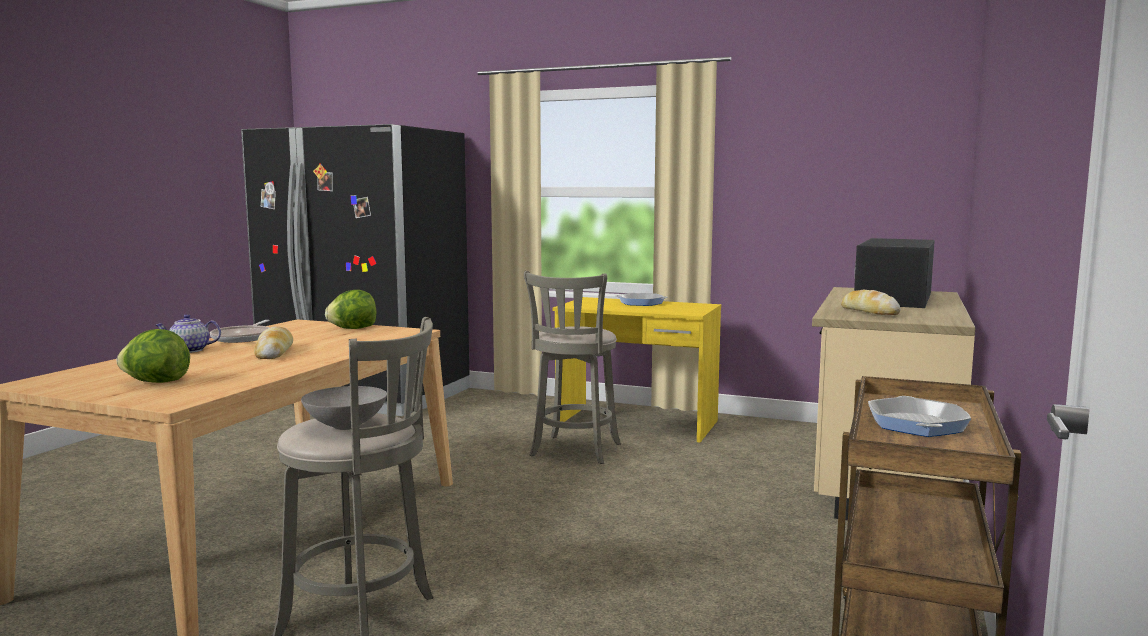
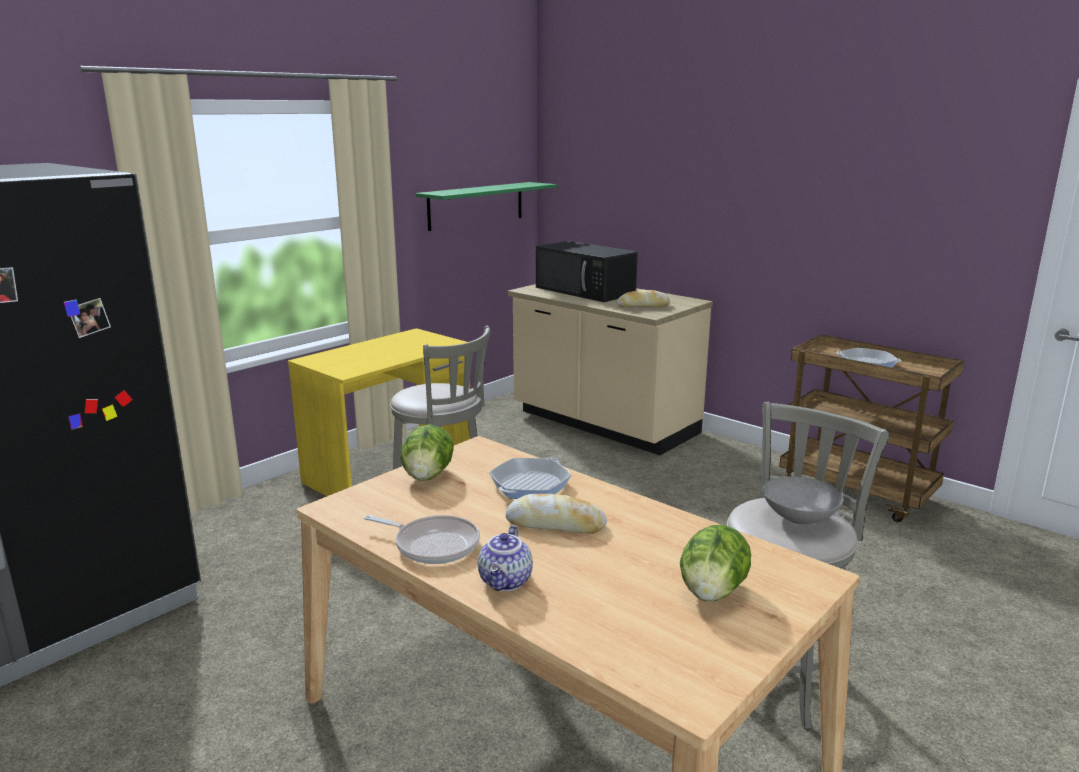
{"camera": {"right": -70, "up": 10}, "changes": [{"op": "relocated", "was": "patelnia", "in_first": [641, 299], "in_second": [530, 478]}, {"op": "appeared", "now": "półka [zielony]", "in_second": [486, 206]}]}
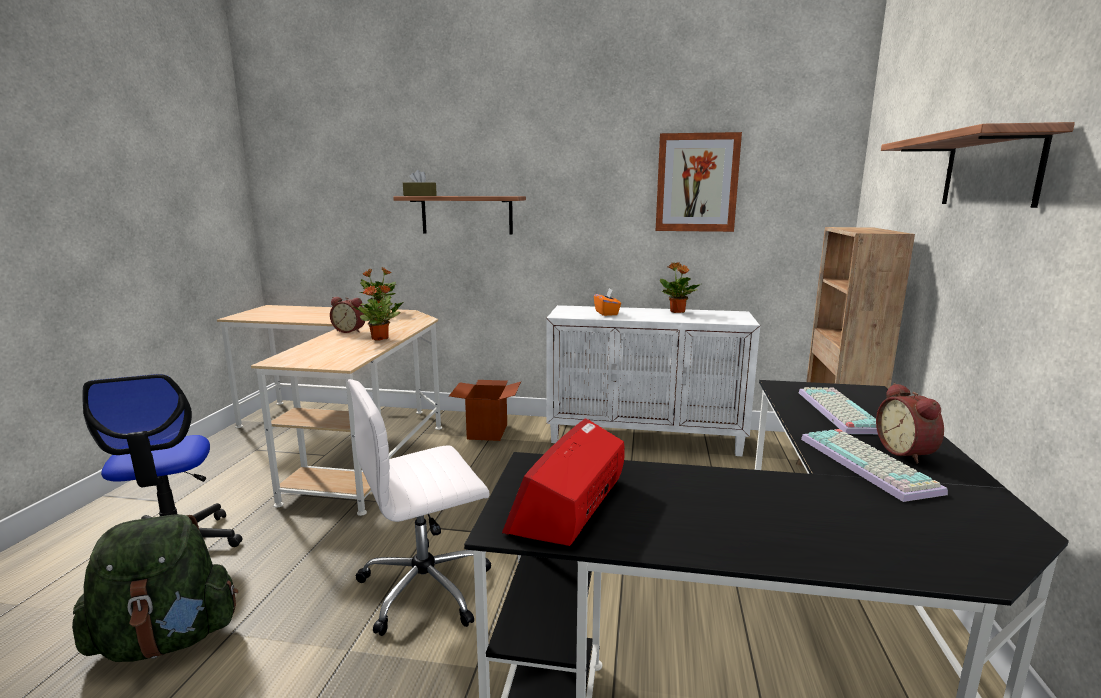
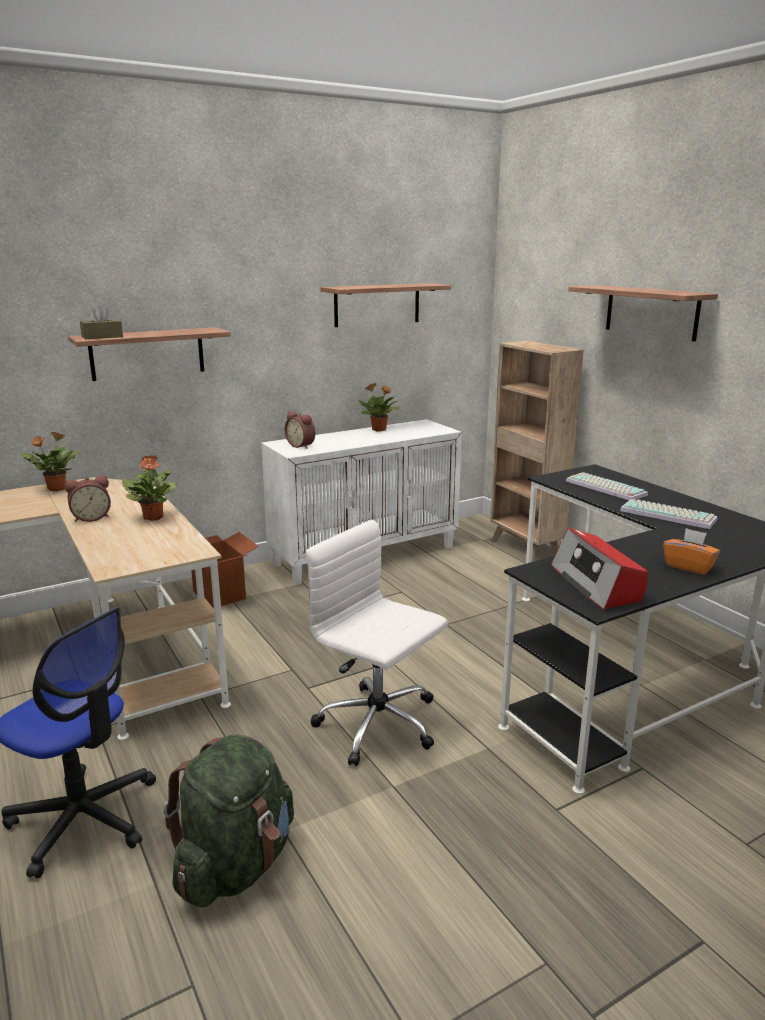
{"camera": {"right": -40, "up": 5}, "changes": [{"op": "exchanged", "was": "obraz", "now": "półka", "in_first": [698, 182], "in_second": [386, 305]}, {"op": "relocated", "was": "pudełko chusteczek [pomarańczowy]", "in_first": [607, 302], "in_second": [691, 551]}, {"op": "spun", "was": "krzesło biurowe [biały]", "in_first": [419, 507], "in_second": [377, 643], "clockwise": 105}, {"op": "relocated", "was": "budzik", "in_first": [910, 423], "in_second": [300, 430]}]}
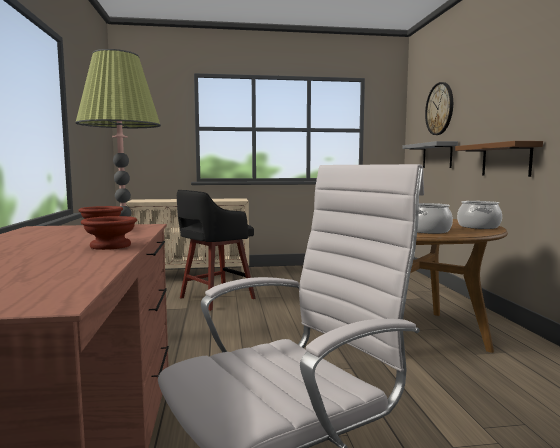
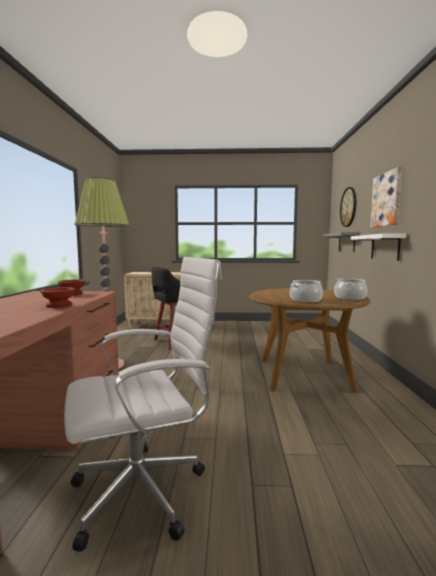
{"camera": {"right": 10, "up": 0}, "changes": [{"op": "colour", "was": "półka [brązowy]", "now": "półka [biały]", "in_first": [499, 159], "in_second": [378, 247]}, {"op": "appeared", "now": "obraz", "in_second": [386, 197]}]}
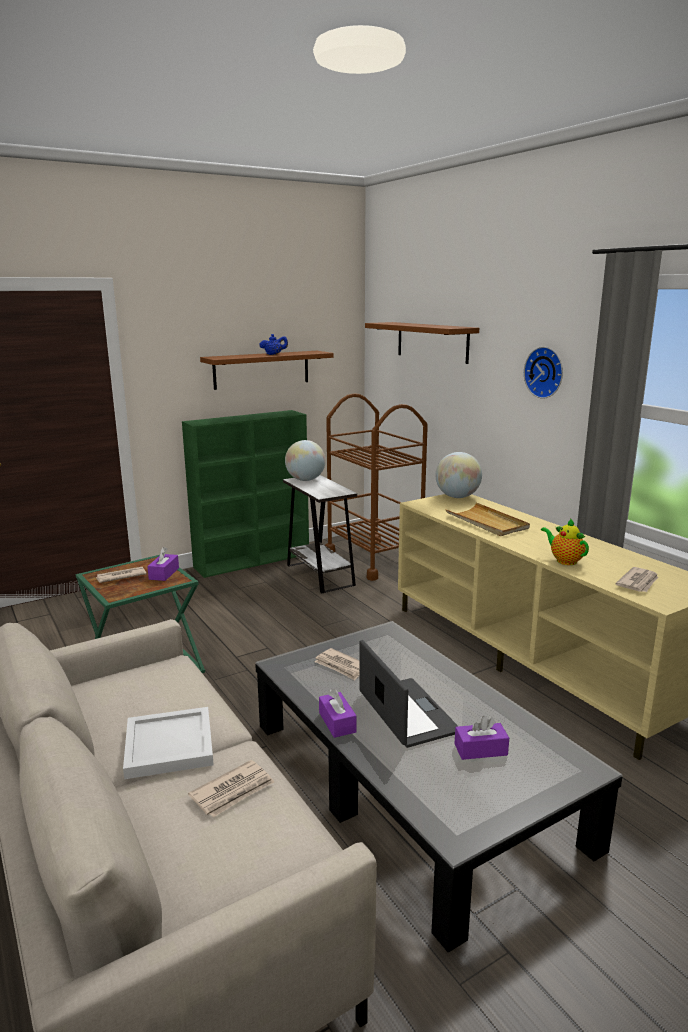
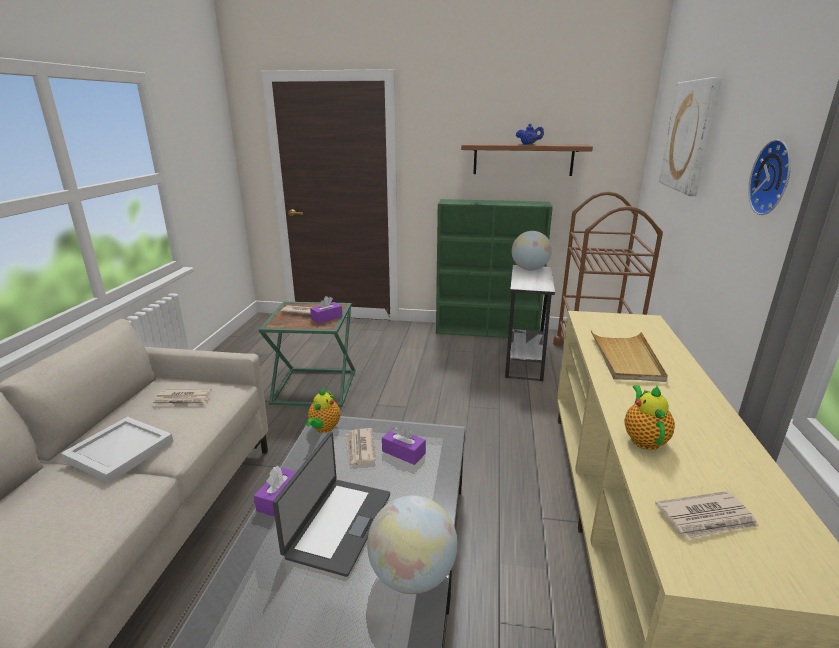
{"camera": {"right": 40, "up": 5}, "changes": [{"op": "exchanged", "was": "półka [brązowy]", "now": "obraz", "in_first": [422, 343], "in_second": [690, 136]}, {"op": "relocated", "was": "globus", "in_first": [459, 475], "in_second": [412, 544]}, {"op": "relocated", "was": "pudełko chusteczek [fioletowy]", "in_first": [481, 738], "in_second": [404, 445]}, {"op": "relocated", "was": "gazeta", "in_first": [231, 788], "in_second": [181, 397]}, {"op": "appeared", "now": "imbryk", "in_second": [322, 411]}]}
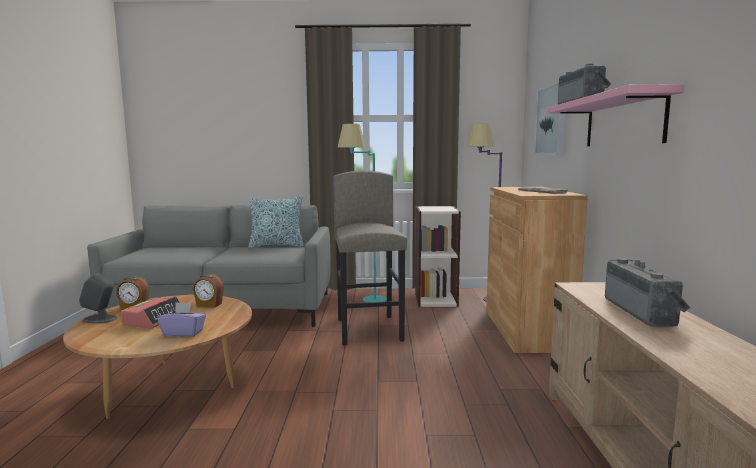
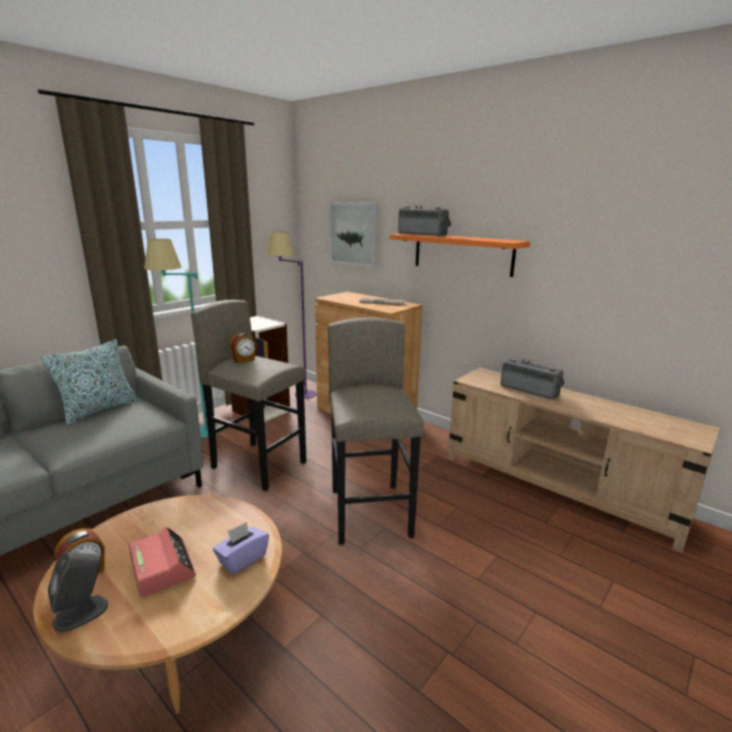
{"camera": {"right": -50, "up": 10}, "changes": [{"op": "colour", "was": "półka [różowy]", "now": "półka [pomarańczowy]", "in_first": [616, 115], "in_second": [460, 255]}, {"op": "relocated", "was": "budzik", "in_first": [208, 291], "in_second": [243, 348]}, {"op": "appeared", "now": "stołek [szary]", "in_second": [376, 430]}]}
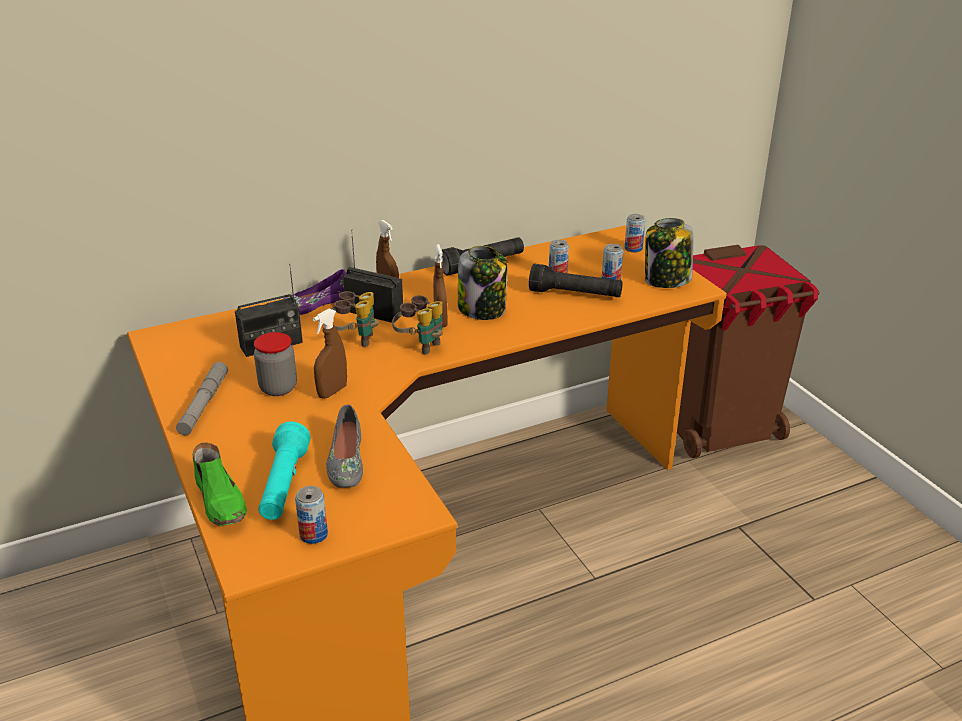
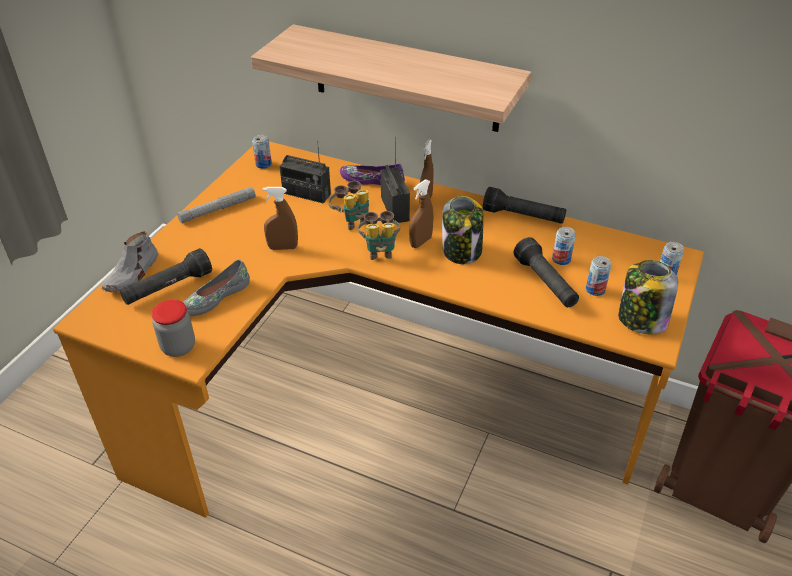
{"camera": {"right": 50, "up": 10}, "changes": [{"op": "relocated", "was": "słoik", "in_first": [275, 364], "in_second": [173, 328]}, {"op": "colour", "was": "latarka [turkusowy]", "now": "latarka [czarny]", "in_first": [284, 471], "in_second": [166, 276]}, {"op": "colour", "was": "but [zielony]", "now": "but [szary]", "in_first": [219, 484], "in_second": [130, 261]}, {"op": "relocated", "was": "puszka", "in_first": [311, 515], "in_second": [262, 152]}, {"op": "appeared", "now": "półka", "in_second": [391, 78]}]}
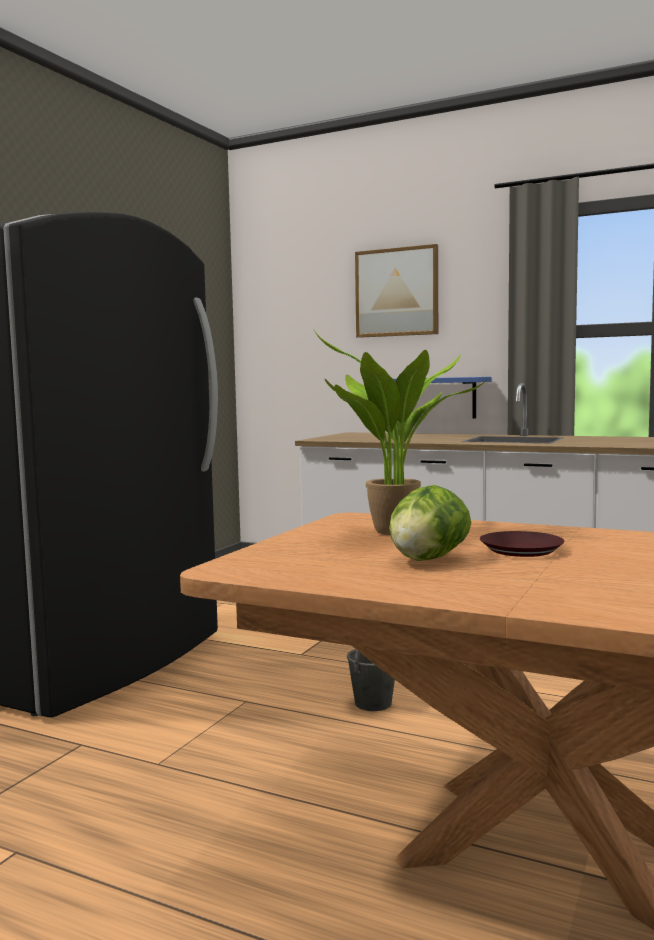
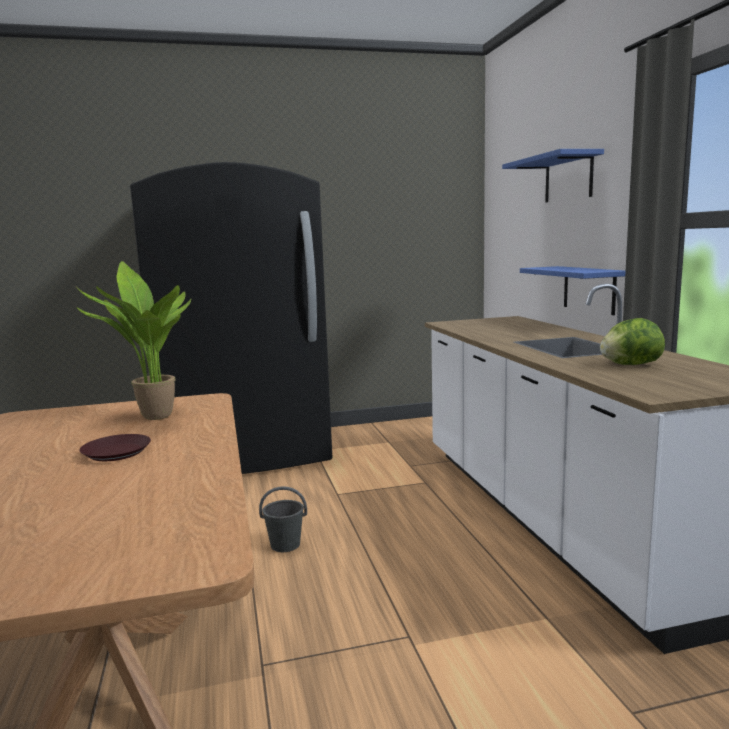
{"camera": {"right": 50, "up": 5}, "changes": [{"op": "exchanged", "was": "obraz", "now": "półka [niebieski]", "in_first": [396, 291], "in_second": [553, 175]}, {"op": "relocated", "was": "sałata", "in_first": [430, 523], "in_second": [632, 341]}]}
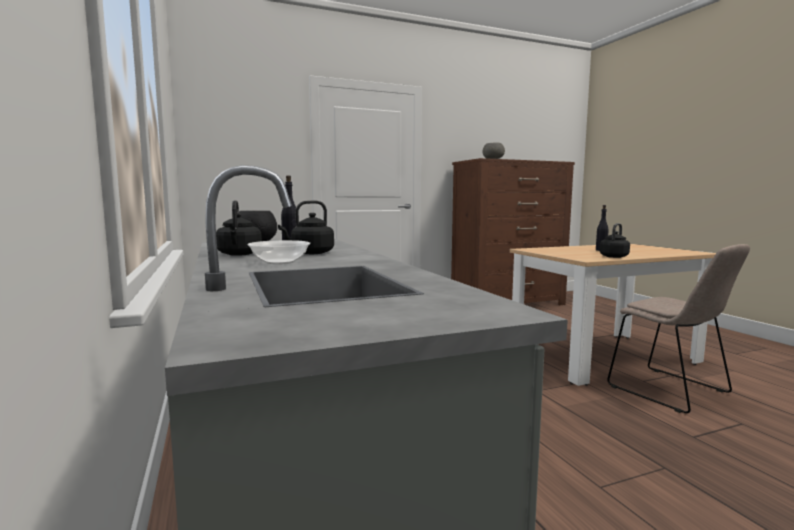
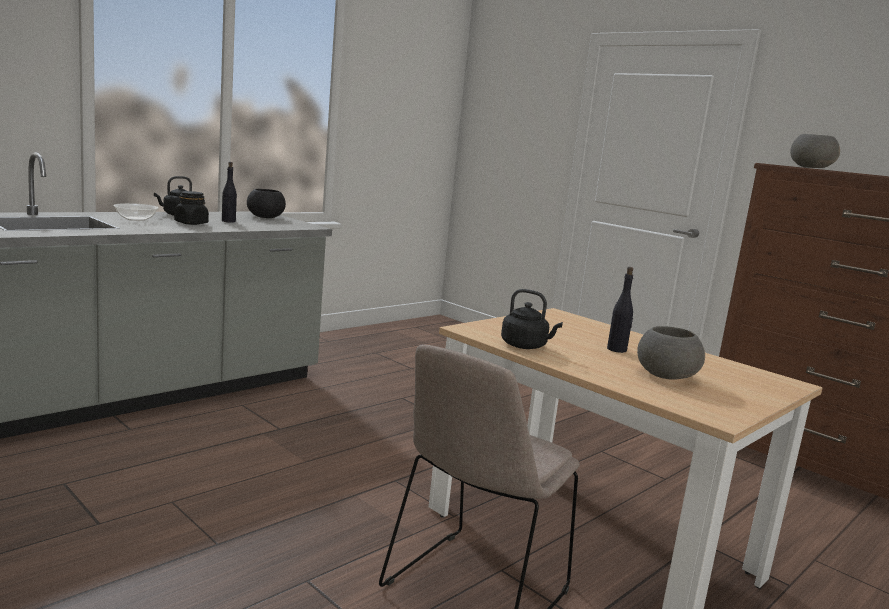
{"camera": {"right": 65, "up": 5}, "changes": [{"op": "exchanged", "was": "czajnik [czarny]", "now": "słoik [czarny]", "in_first": [306, 227], "in_second": [191, 208]}, {"op": "appeared", "now": "miska [szary]", "in_second": [671, 353]}]}
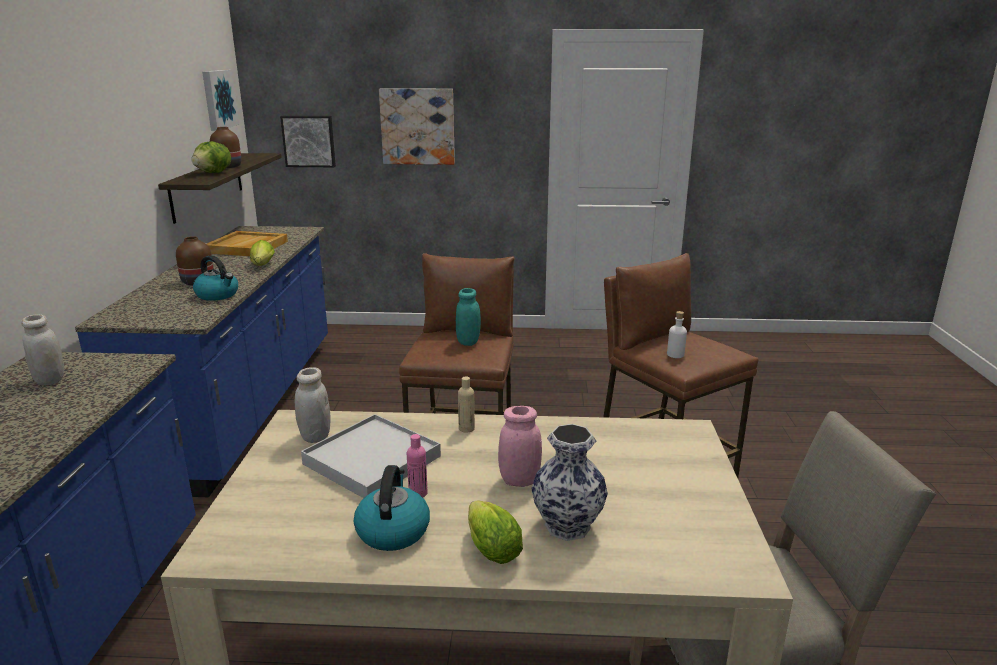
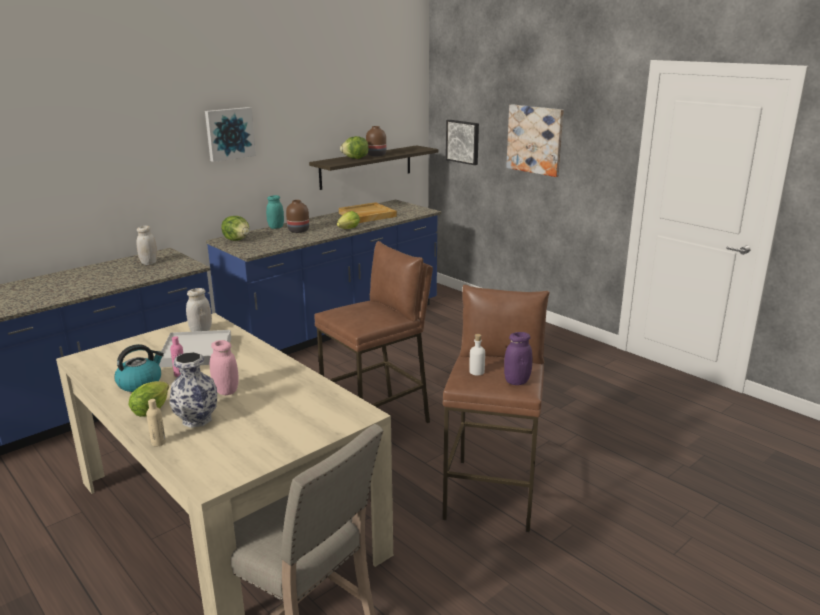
{"camera": {"right": 45, "up": 0}, "changes": [{"op": "relocated", "was": "obraz", "in_first": [220, 100], "in_second": [230, 134]}, {"op": "missing", "was": "czajnik", "in_first": [215, 278]}, {"op": "relocated", "was": "słoik [turkusowy]", "in_first": [468, 317], "in_second": [275, 212]}, {"op": "relocated", "was": "butelka [beżowy]", "in_first": [466, 405], "in_second": [156, 423]}, {"op": "appeared", "now": "sałata", "in_second": [235, 228]}, {"op": "appeared", "now": "słoik [fioletowy]", "in_second": [518, 358]}]}
